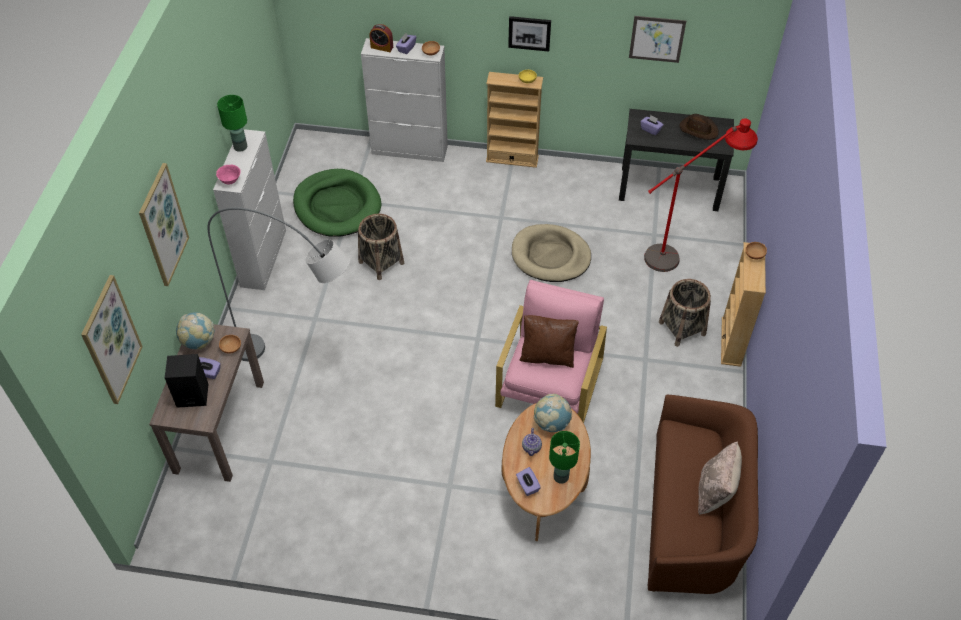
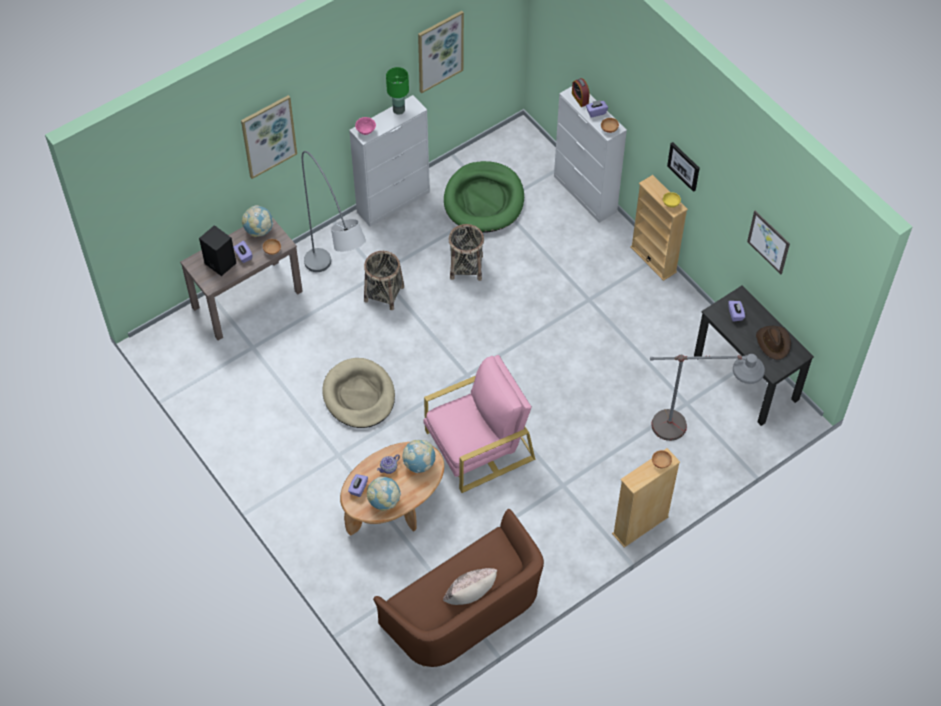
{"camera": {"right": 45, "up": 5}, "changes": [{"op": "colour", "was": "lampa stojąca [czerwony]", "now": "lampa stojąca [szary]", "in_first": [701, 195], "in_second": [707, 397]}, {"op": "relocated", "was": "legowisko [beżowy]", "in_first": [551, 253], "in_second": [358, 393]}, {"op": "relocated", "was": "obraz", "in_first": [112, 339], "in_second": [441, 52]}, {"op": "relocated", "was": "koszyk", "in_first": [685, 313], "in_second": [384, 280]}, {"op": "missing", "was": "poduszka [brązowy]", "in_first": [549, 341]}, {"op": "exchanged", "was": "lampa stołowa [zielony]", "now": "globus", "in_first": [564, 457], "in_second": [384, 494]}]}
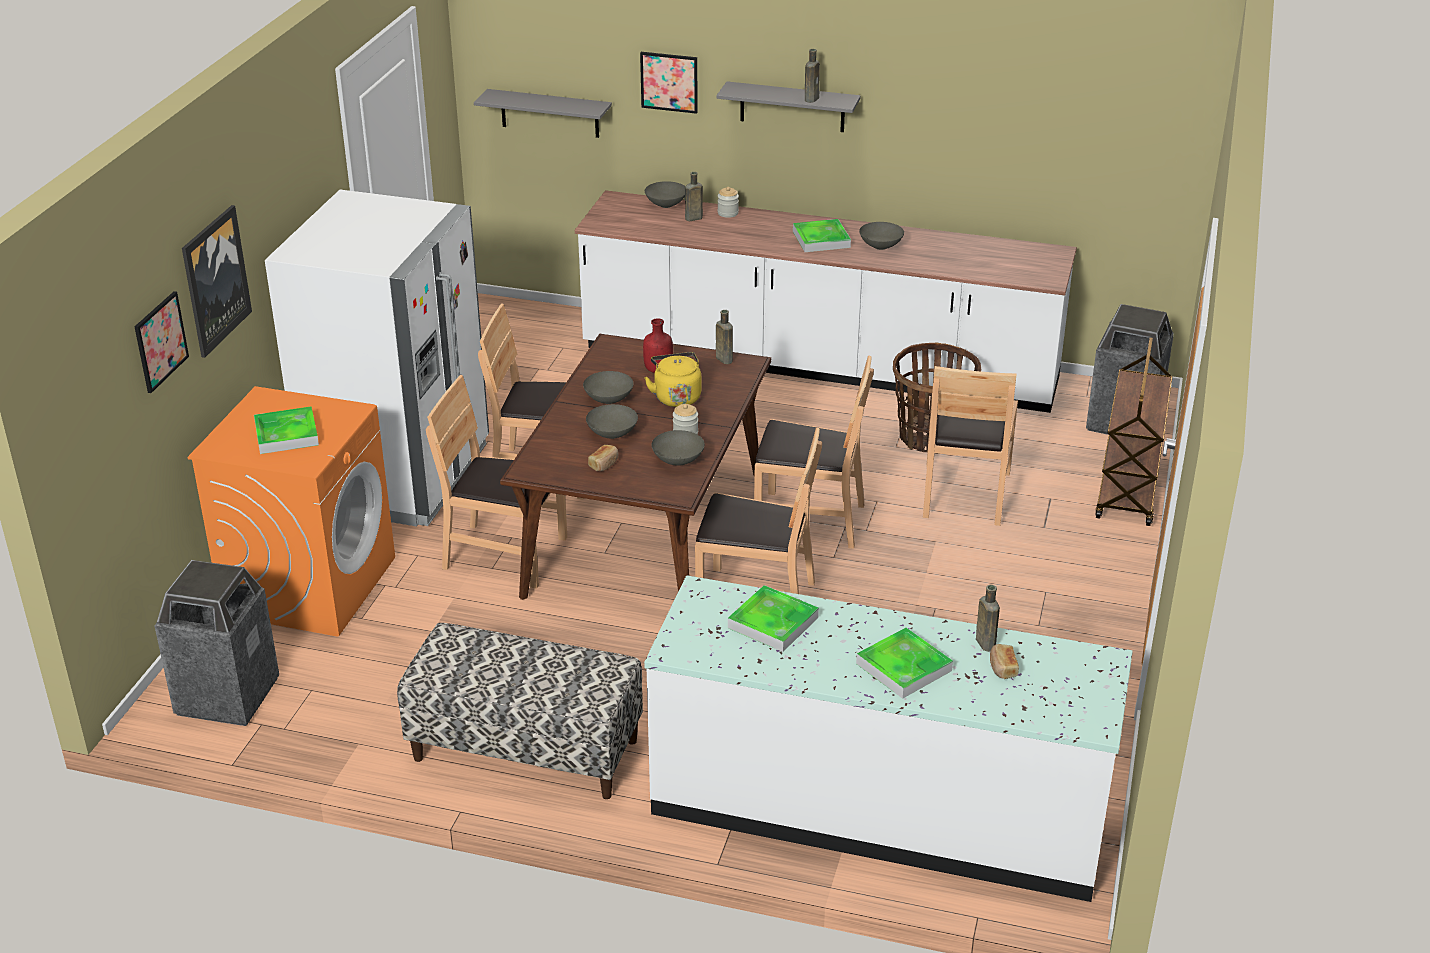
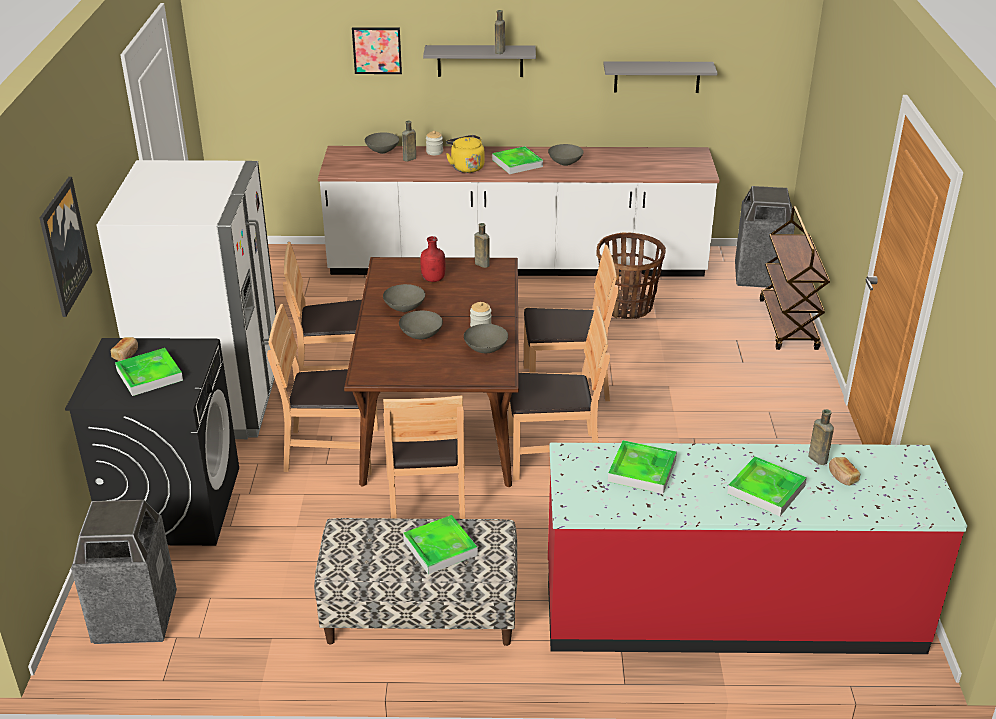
{"camera": {"right": -15, "up": 0}, "changes": [{"op": "relocated", "was": "półka [szary]", "in_first": [543, 113], "in_second": [660, 77]}, {"op": "missing", "was": "obraz", "in_first": [161, 342]}, {"op": "relocated", "was": "czajnik [żółty]", "in_first": [672, 379], "in_second": [465, 154]}, {"op": "relocated", "was": "krzesło [brązowy]", "in_first": [970, 446], "in_second": [424, 457]}, {"op": "colour", "was": "pralka [pomarańczowy]", "now": "pralka [czarny]", "in_first": [291, 511], "in_second": [152, 442]}, {"op": "relocated", "was": "chleb", "in_first": [603, 458], "in_second": [124, 349]}, {"op": "colour", "was": "zabudowa kuchenna [biały]", "now": "zabudowa kuchenna [czerwony]", "in_first": [888, 738], "in_second": [757, 548]}, {"op": "appeared", "now": "taca", "in_second": [440, 544]}]}
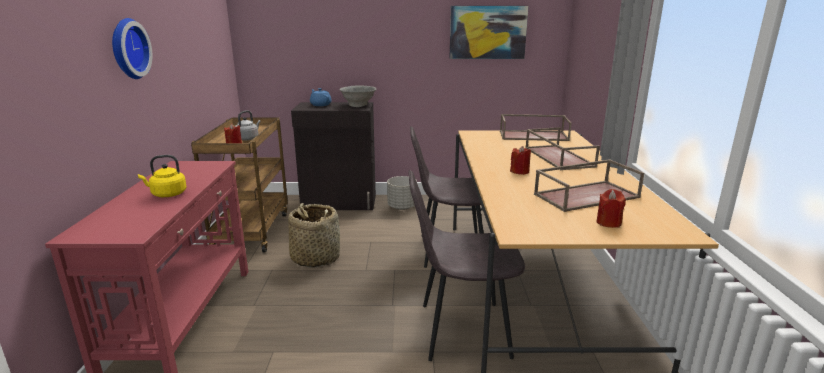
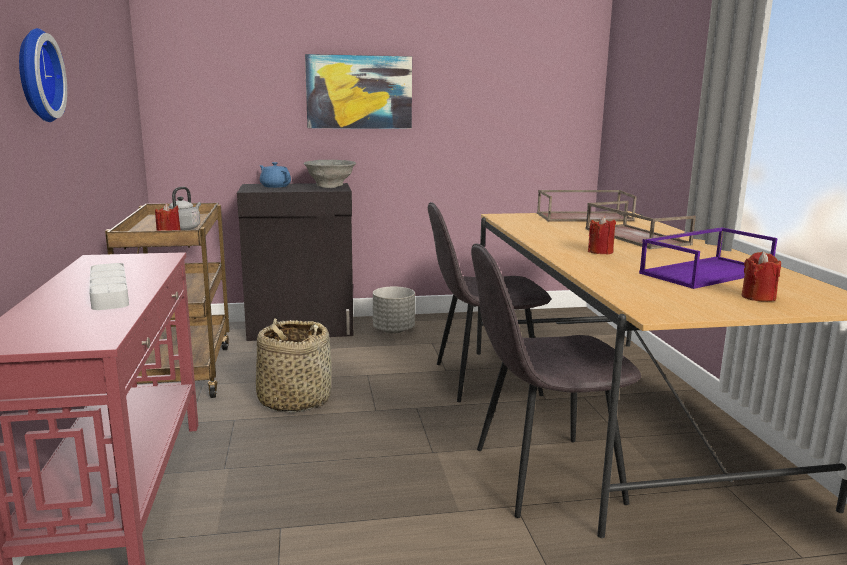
{"camera": {"right": -10, "up": -5}, "changes": [{"op": "relocated", "was": "obraz", "in_first": [489, 32], "in_second": [358, 91]}, {"op": "exchanged", "was": "czajnik [żółty]", "now": "taca [szary]", "in_first": [162, 176], "in_second": [109, 286]}, {"op": "colour", "was": "taca [brązowy]", "now": "taca [fioletowy]", "in_first": [589, 185], "in_second": [708, 258]}]}
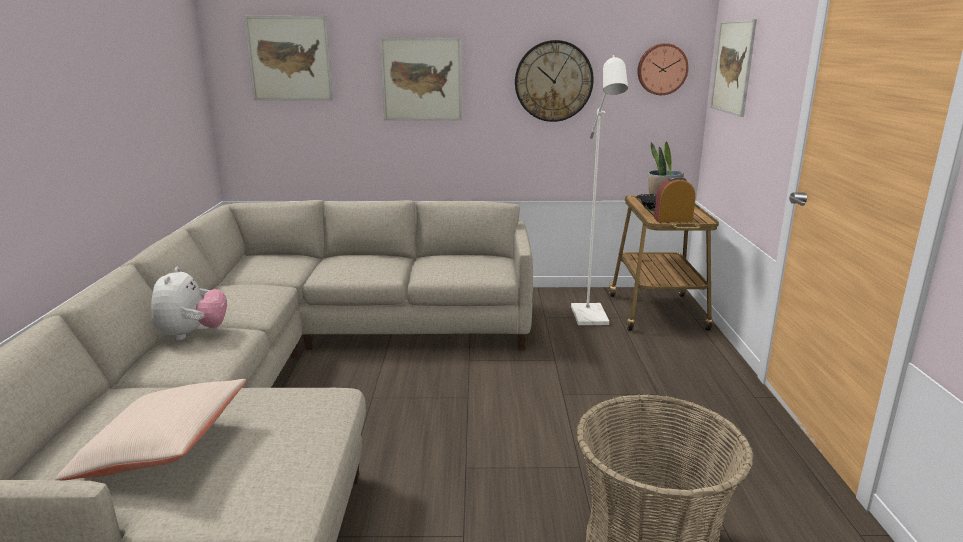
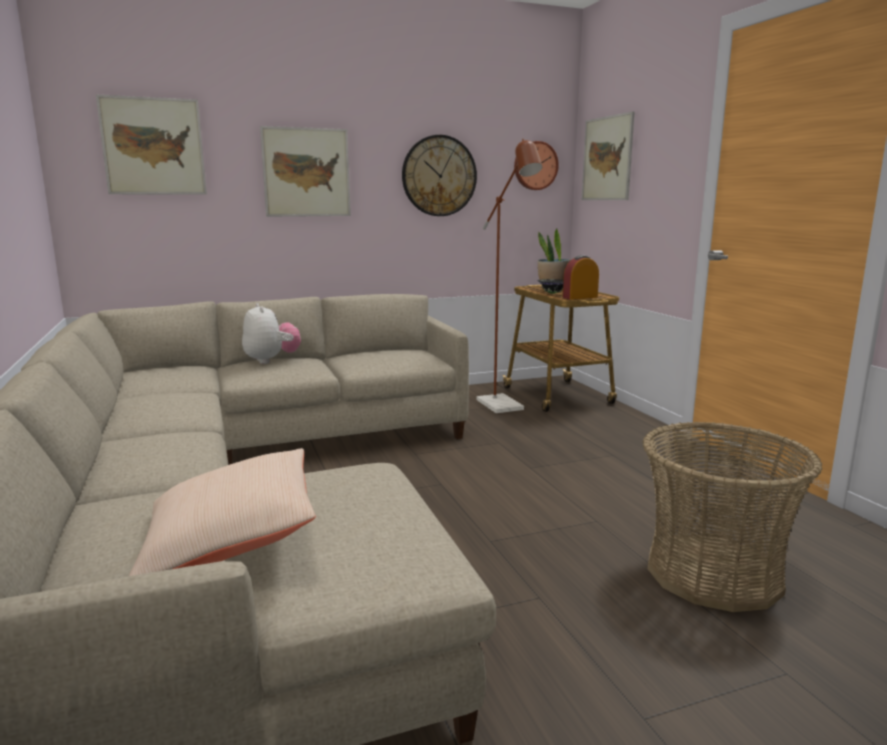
{"camera": {"right": -20, "up": -5}, "changes": [{"op": "colour", "was": "lampa stojąca [biały]", "now": "lampa stojąca [brązowy]", "in_first": [599, 190], "in_second": [509, 276]}, {"op": "relocated", "was": "pluszak", "in_first": [189, 304], "in_second": [271, 333]}]}
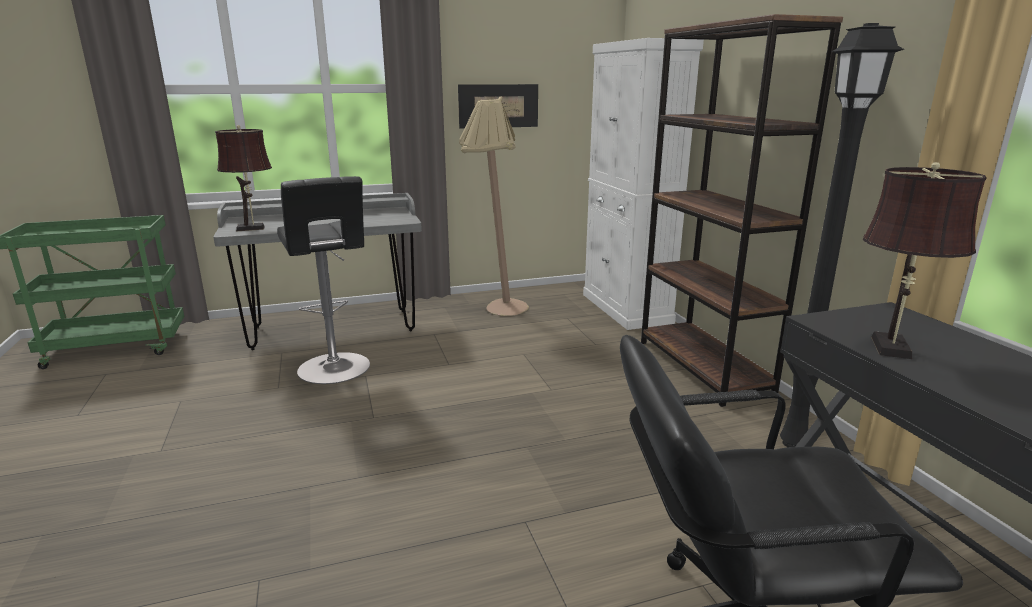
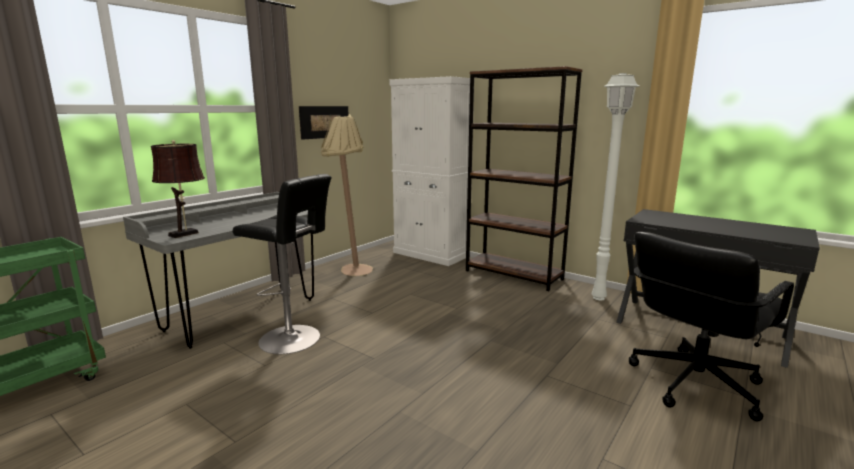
{"camera": {"right": -35, "up": -5}, "changes": [{"op": "colour", "was": "lampa stojąca [czarny]", "now": "lampa stojąca [biały]", "in_first": [842, 235], "in_second": [615, 186]}, {"op": "missing", "was": "lampa stołowa [brązowy]", "in_first": [925, 260]}]}
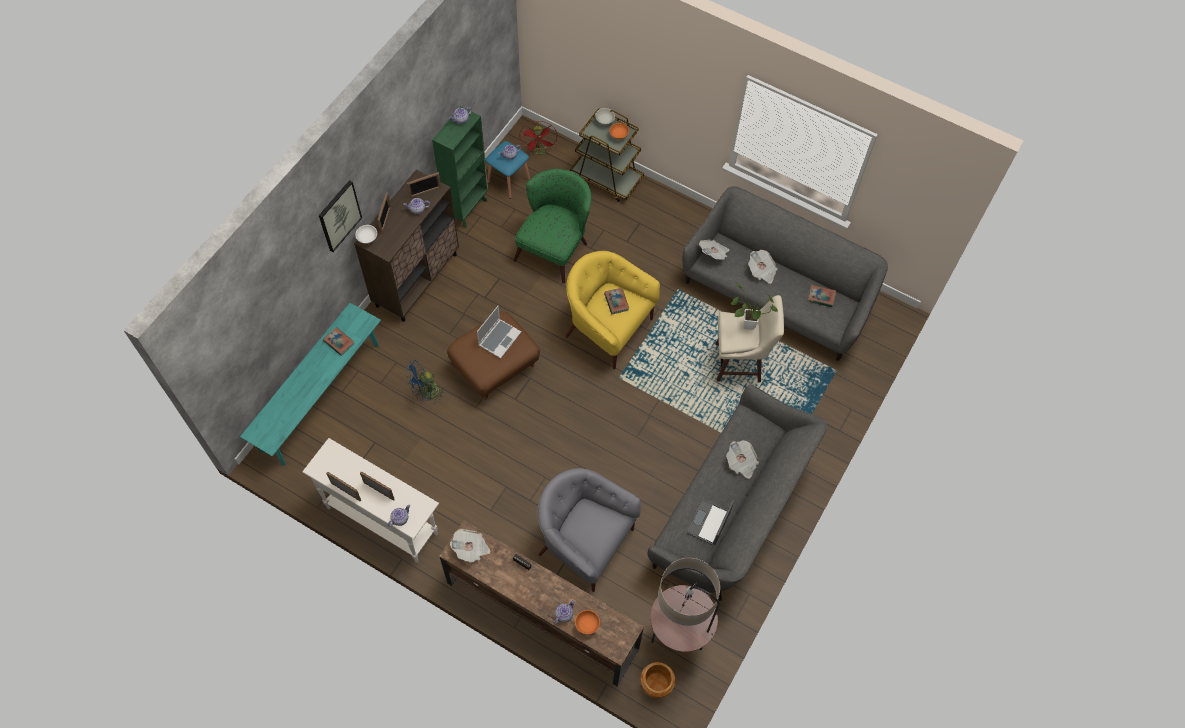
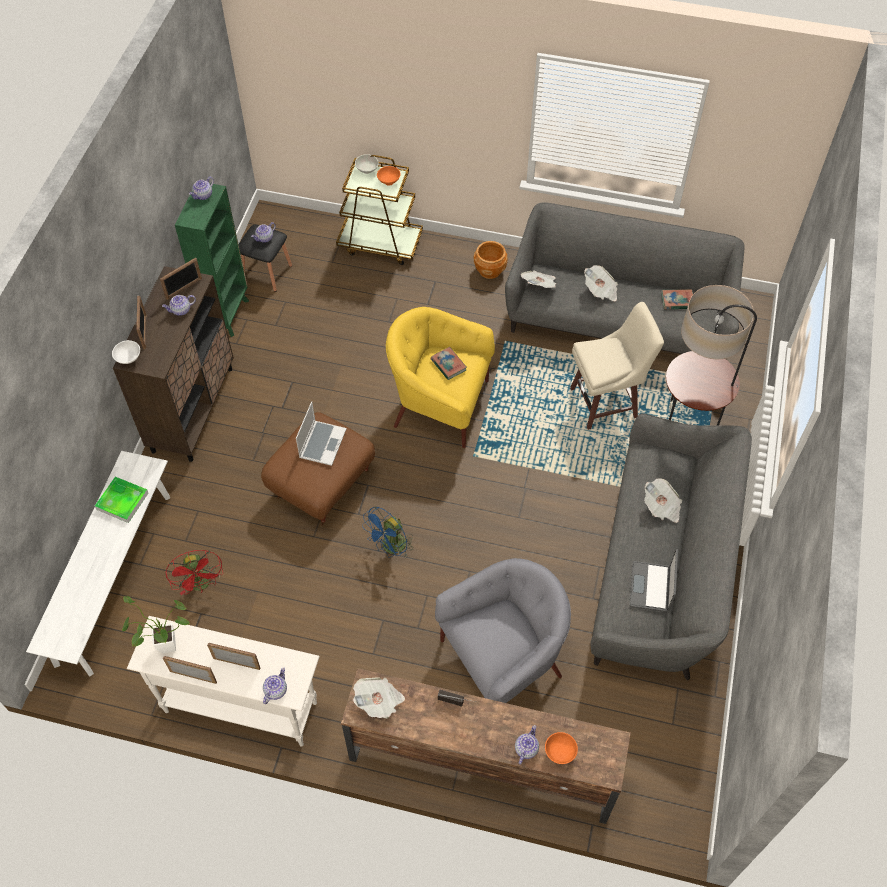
{"camera": {"right": -15, "up": -5}, "changes": [{"op": "relocated", "was": "wentylator [czerwony]", "in_first": [538, 138], "in_second": [194, 572]}, {"op": "colour", "was": "stołek [niebieski]", "now": "stołek [czarny]", "in_first": [507, 170], "in_second": [265, 258]}, {"op": "missing", "was": "fotel [zielony]", "in_first": [552, 226]}, {"op": "missing", "was": "obraz", "in_first": [340, 216]}, {"op": "relocated", "was": "roślina doniczkowa", "in_first": [754, 306], "in_second": [156, 625]}, {"op": "colour", "was": "ławka [turkusowy]", "now": "ławka [biały]", "in_first": [310, 384], "in_second": [98, 564]}, {"op": "exchanged", "was": "książka", "now": "taca", "in_first": [338, 341], "in_second": [121, 500]}, {"op": "relocated", "was": "wentylator [niebieski]", "in_first": [425, 381], "in_second": [387, 532]}, {"op": "spun", "was": "fotel [szary]", "in_first": [589, 530], "in_second": [503, 630], "clockwise": 135}, {"op": "relocated", "was": "lampa stojąca", "in_first": [685, 605], "in_second": [711, 355]}, {"op": "relocated", "was": "donica [brązowy]", "in_first": [657, 680], "in_second": [491, 260]}]}
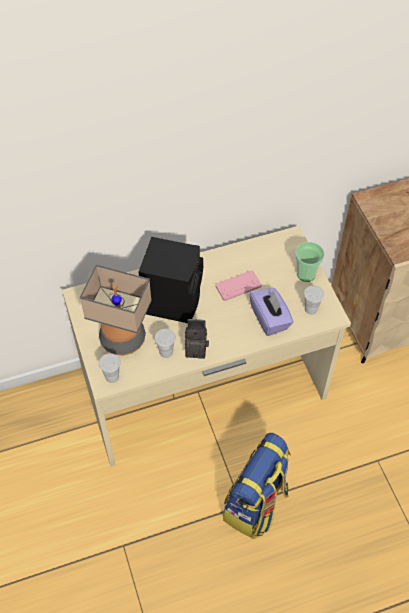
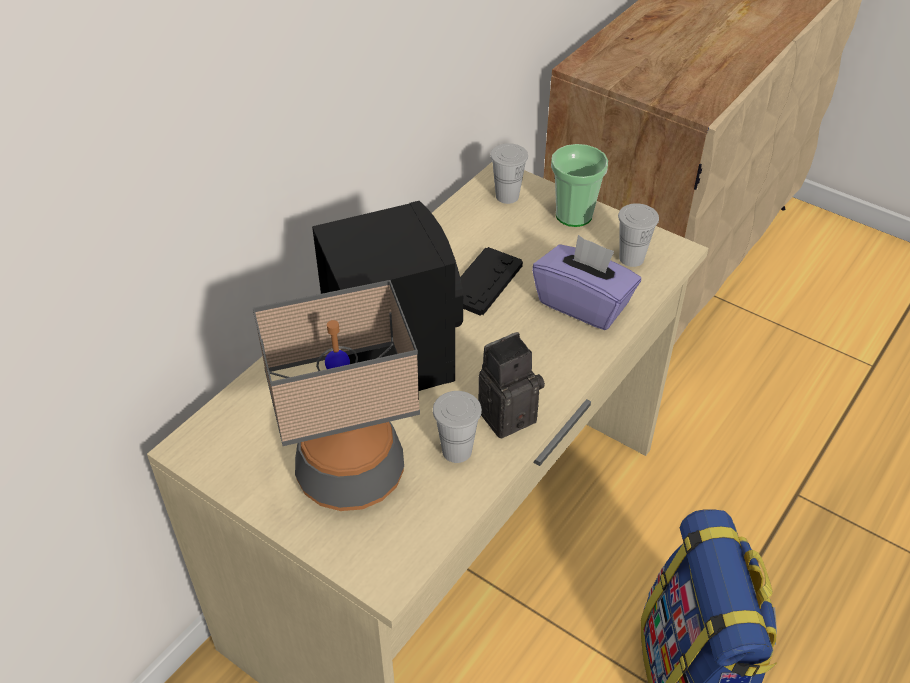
{"camera": {"right": -35, "up": -10}, "changes": [{"op": "colour", "was": "pad do gier [różowy]", "now": "pad do gier [czarny]", "in_first": [238, 285], "in_second": [491, 281]}, {"op": "relocated", "was": "filiżanka [biały]", "in_first": [109, 368], "in_second": [509, 173]}]}
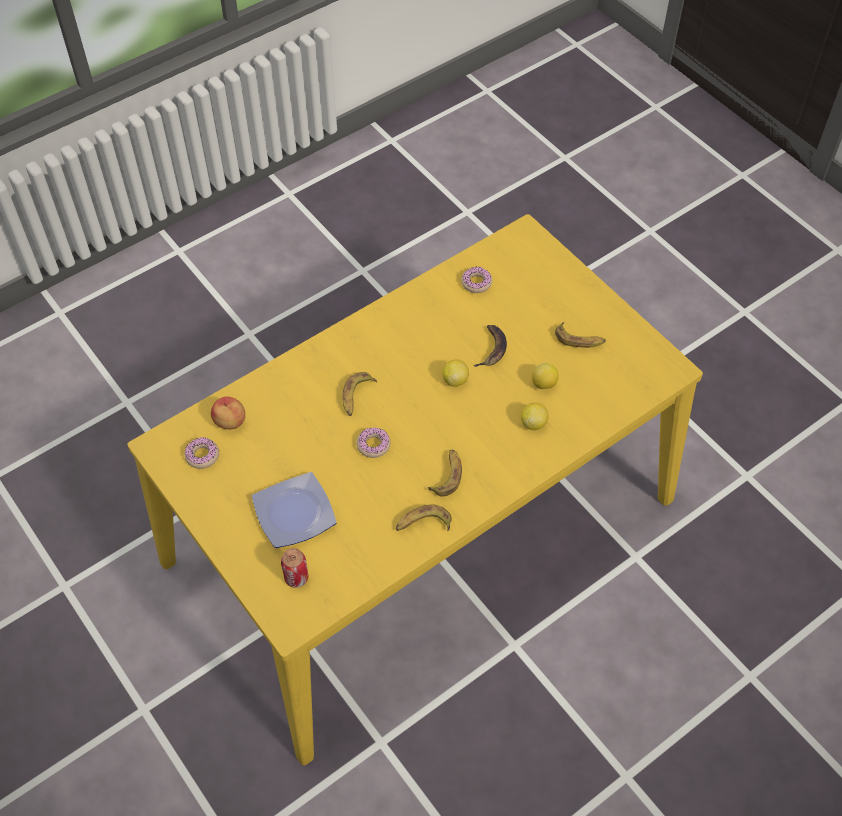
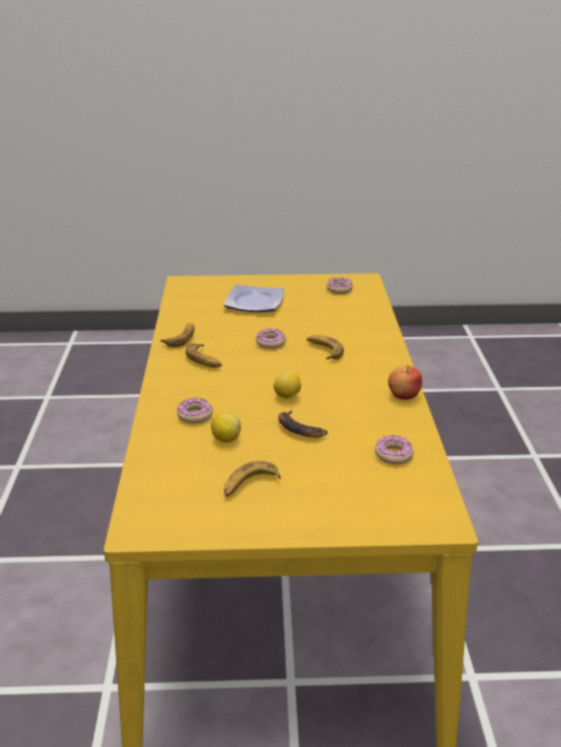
{"camera": {"right": 125, "up": -25}, "changes": [{"op": "relocated", "was": "jabłko", "in_first": [228, 413], "in_second": [405, 382]}, {"op": "exchanged", "was": "cytryna", "now": "donut", "in_first": [535, 416], "in_second": [195, 410]}, {"op": "missing", "was": "puszka", "in_first": [294, 568]}]}
